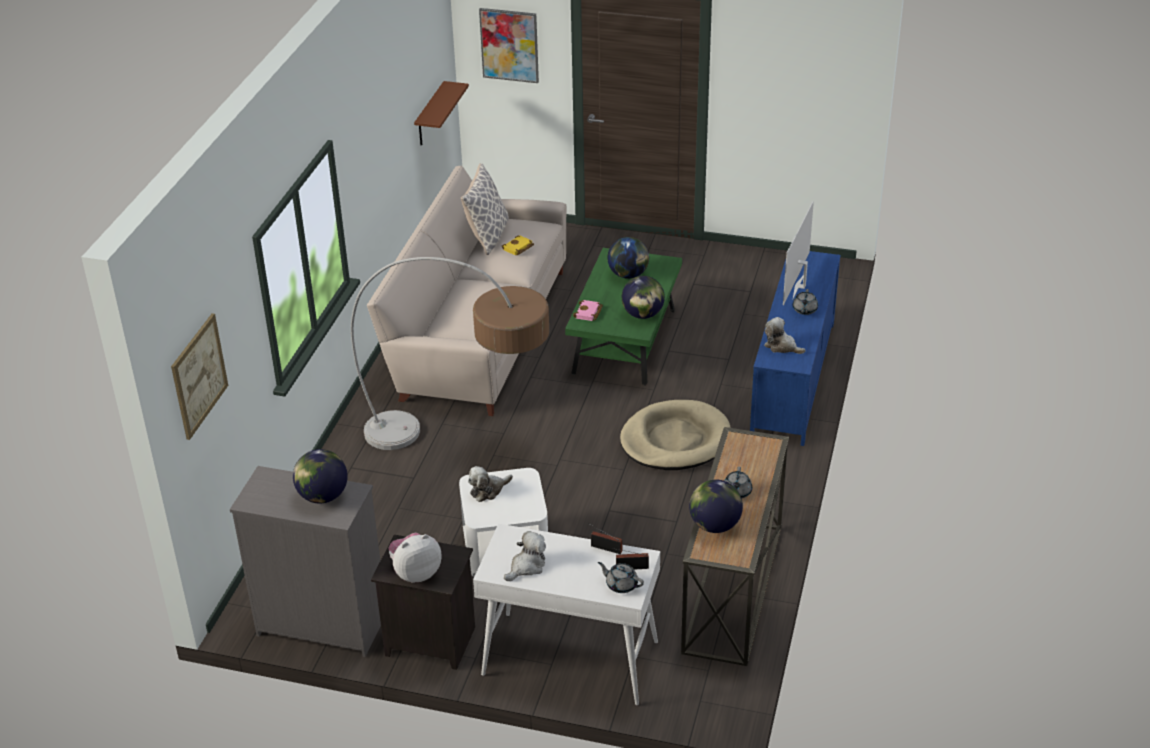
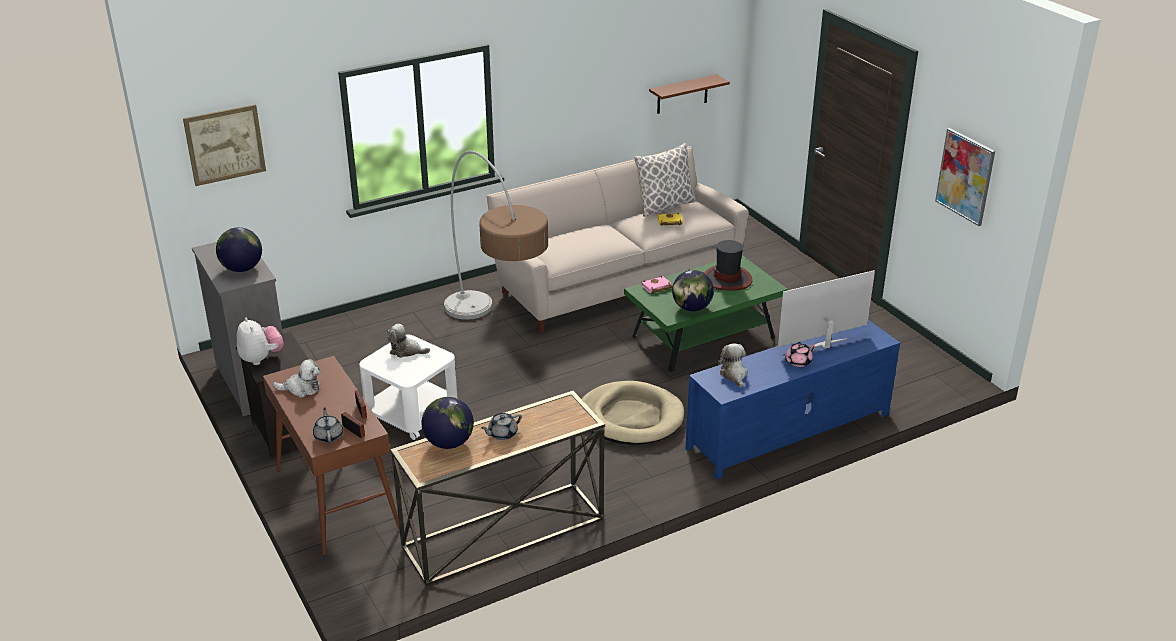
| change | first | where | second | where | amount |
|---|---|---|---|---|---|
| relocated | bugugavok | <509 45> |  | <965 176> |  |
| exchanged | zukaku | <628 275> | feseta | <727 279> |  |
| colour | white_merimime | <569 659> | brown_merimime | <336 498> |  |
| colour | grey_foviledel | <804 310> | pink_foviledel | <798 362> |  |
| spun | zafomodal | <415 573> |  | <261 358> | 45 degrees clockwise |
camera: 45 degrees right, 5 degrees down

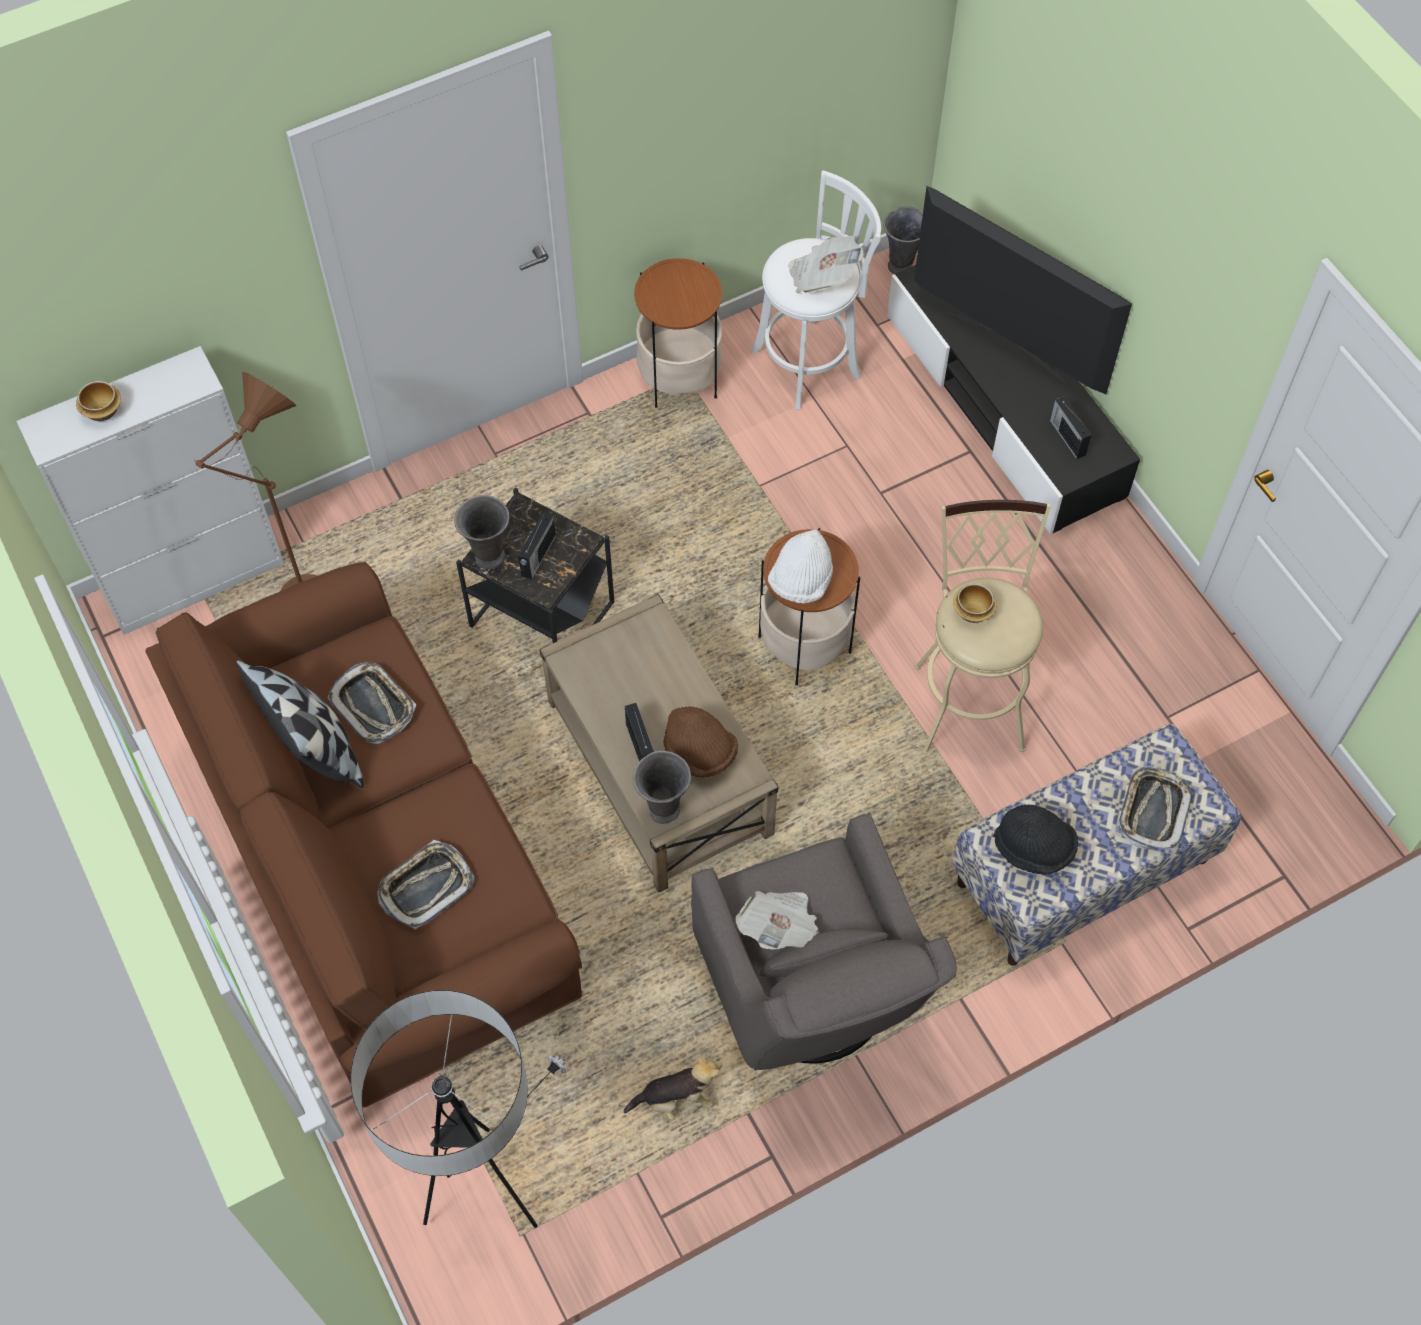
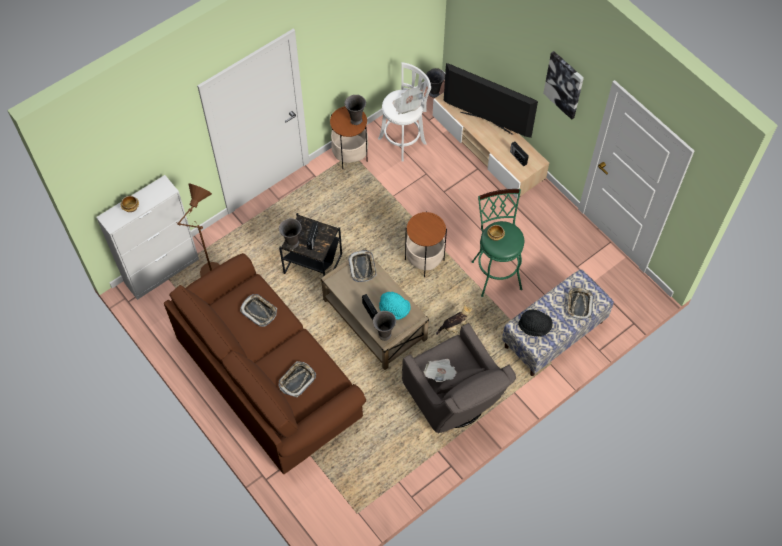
| change | first | where | second | where | amount |
|---|---|---|---|---|---|
| missing | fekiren | <315 749> |  |  |  |
| missing | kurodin | <487 1188> |  |  |  |
| missing | white_feseta | <801 581> |  |  |  |
| appeared |  |  | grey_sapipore | <355 120> |  |
| appeared |  |  | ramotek | <362 267> |  |
| appeared |  |  | bugugavok | <564 84> |  |
| relocated | zafomodal | <676 1098> |  | <455 326> |  |
| colour | brown_feseta | <699 752> | turquoise_feseta | <394 310> |  |
| colour | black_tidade | <1003 406> | beige_tidade | <488 147> |  |
| colour | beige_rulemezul | <968 697> | green_rulemezul | <495 271> |  |
camera: 10 degrees left, 0 degrees up

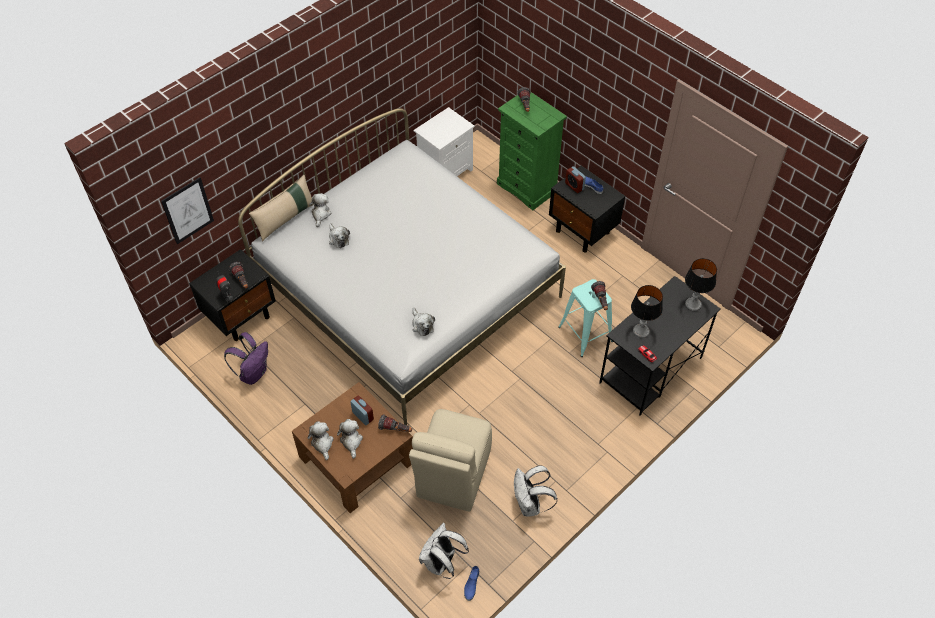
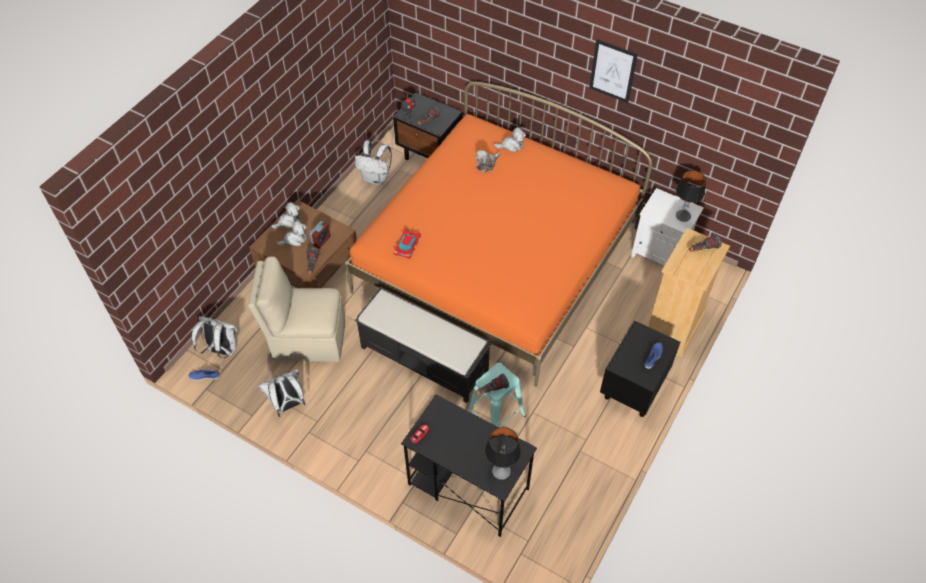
| change | first | where | second | where | amount |
|---|---|---|---|---|---|
| missing | beige_fekiren | <285 219> |  |  |  |
| missing | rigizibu | <574 186> |  |  |  |
| appeared |  |  | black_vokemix | <425 359> |  |
| relocated | bugugavok | <187 210> |  | <613 71> |  |
| relocated | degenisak | <641 331> |  | <683 216> |  |
| exchanged | zafomodal | <422 325> | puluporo | <407 246> |  |
| colour | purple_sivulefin | <253 373> | white_sivulefin | <376 178> |  |
| colour | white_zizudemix | <408 291> | orange_zizudemix | <497 259> |  |
| colour | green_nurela | <527 187> | beige_nurela | <673 328> |  |
camera: 75 degrees right, 0 degrees up

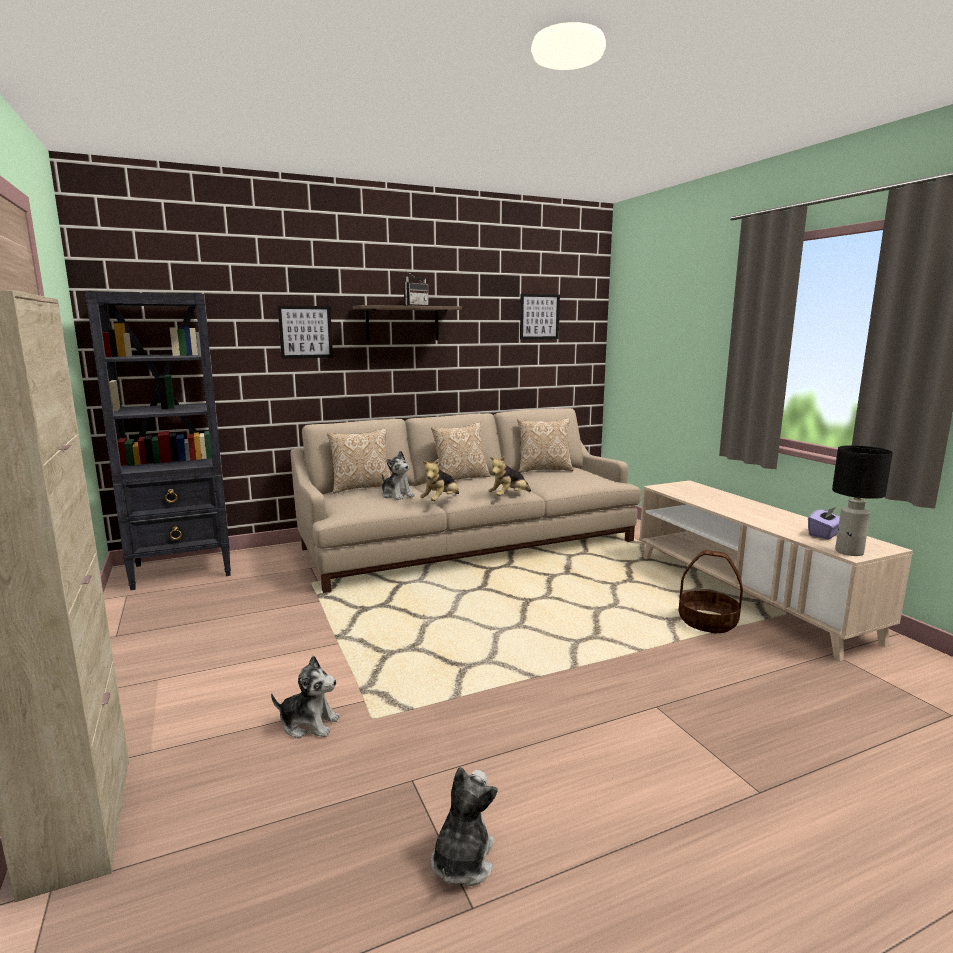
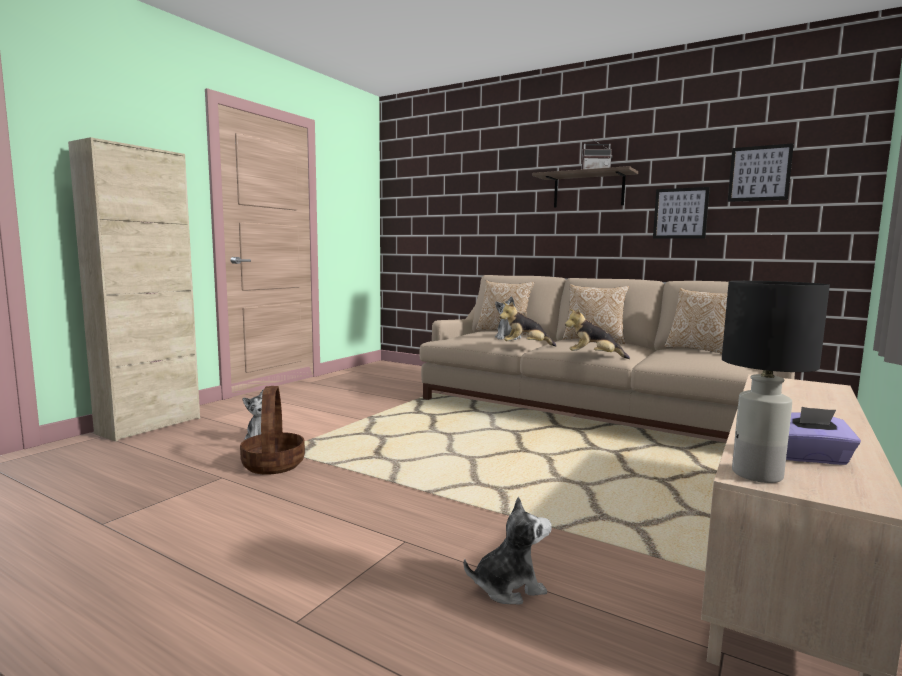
| change | first | where | second | where | amount |
|---|---|---|---|---|---|
| missing | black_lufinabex | <183 570> |  |  |  |
| relocated | bugugavok | <305 332> |  | <680 213> |  |
| relocated | zafomodal | <462 861> |  | <508 587> |  |
| relocated | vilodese | <708 622> |  | <274 464> |  |
camera: 55 degrees right, 5 degrees down

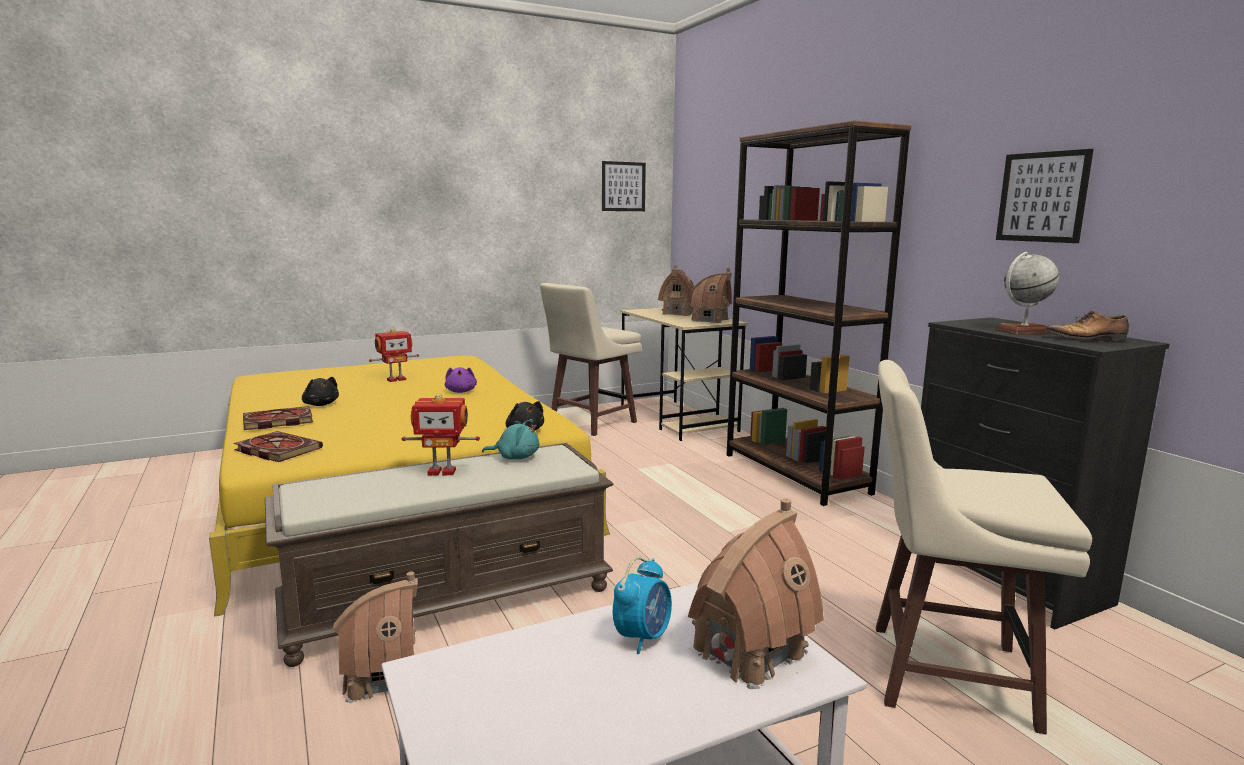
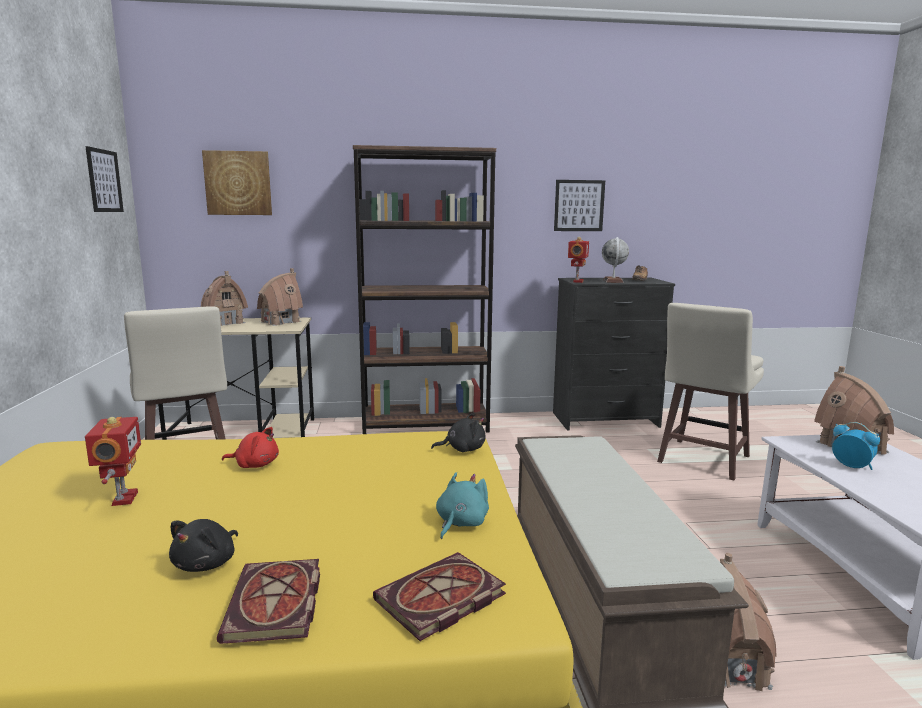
| change | first | where | second | where | amount |
|---|---|---|---|---|---|
| appeared |  |  | bugugavok | <238 183> |  |
| relocated | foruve | <442 471> |  | <577 281> |  |
| relocated | turquoise_zafomodal | <515 457> |  | <460 523> |  |
| colour | purple_zafomodal | <461 391> | red_zafomodal | <255 465> |  |
| spun | black_zafomodal | <321 404> |  | <207 563> | 135 degrees clockwise |
camera: 70 degrees left, 0 degrees up

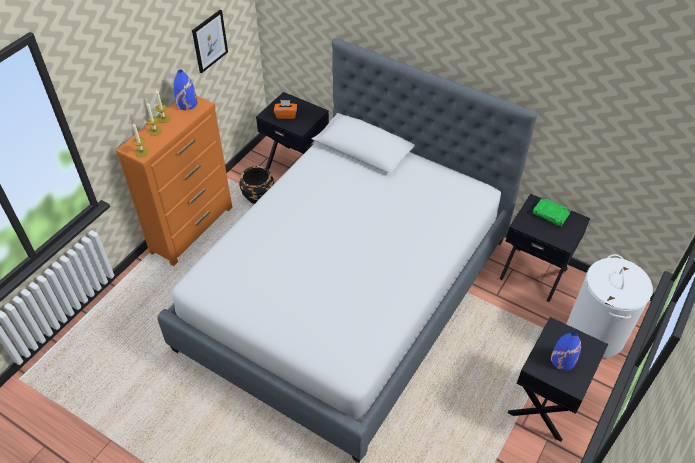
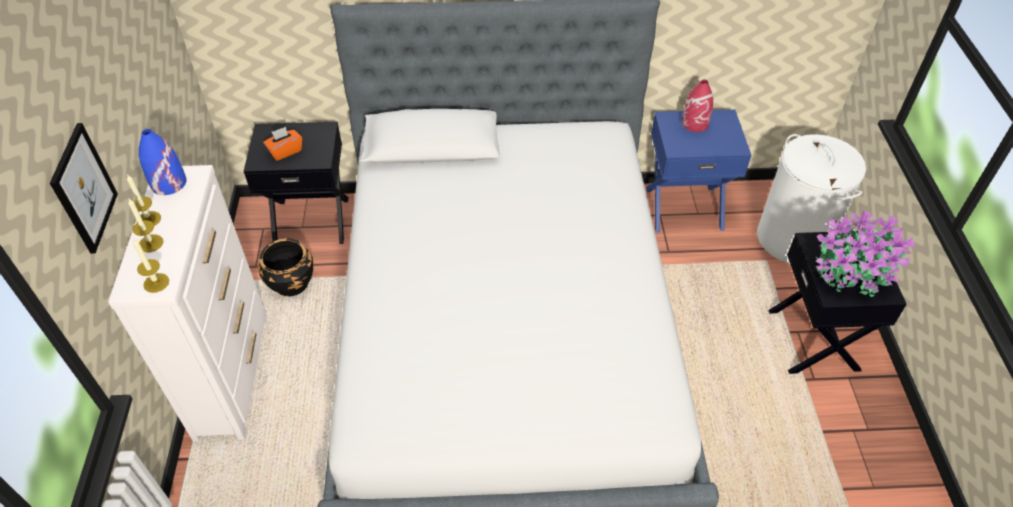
| change | first | where | second | where | amount |
|---|---|---|---|---|---|
| relocated | bugugavok | <209 41> |  | <83 189> |  |
| exchanged | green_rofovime | <551 214> | red_sapipore | <695 123> |  |
| exchanged | blue_sapipore | <563 359> | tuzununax | <850 271> |  |
| colour | orange_nurela | <193 229> | white_nurela | <232 374> |  |
| colour | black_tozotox | <534 273> | blue_tozotox | <683 207> |  |
camera: 35 degrees left, 0 degrees up

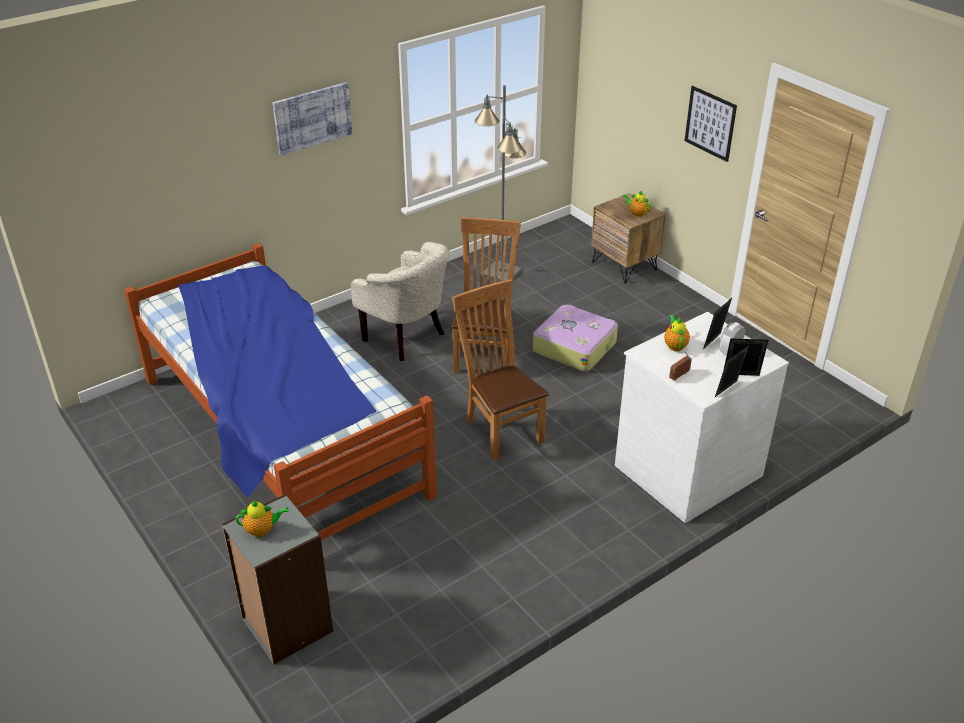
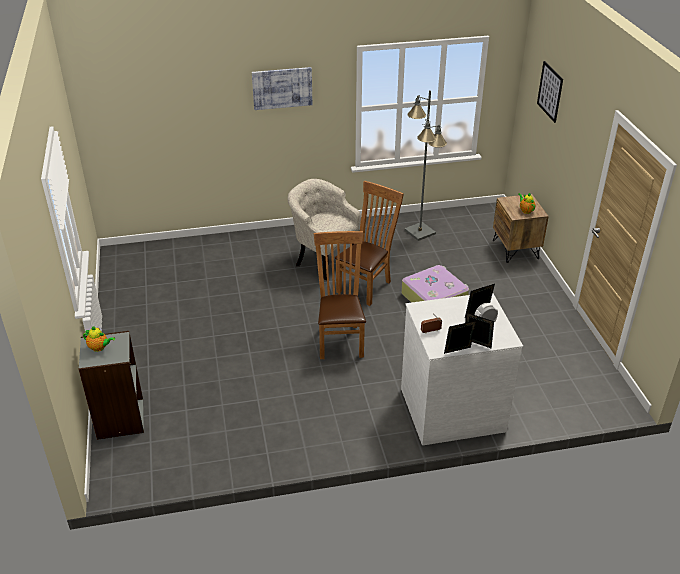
| change | first | where | second | where | amount |
|---|---|---|---|---|---|
| missing | zizudemix | <280 436> |  |  |  |
| missing | foviledel | <675 345> |  |  |  |
| relocated | bugugavok | <710 123> |  | <550 91> |  |
| spun | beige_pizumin | <407 338> |  | <322 260> | 150 degrees clockwise |
camera: 25 degrees right, 0 degrees up

